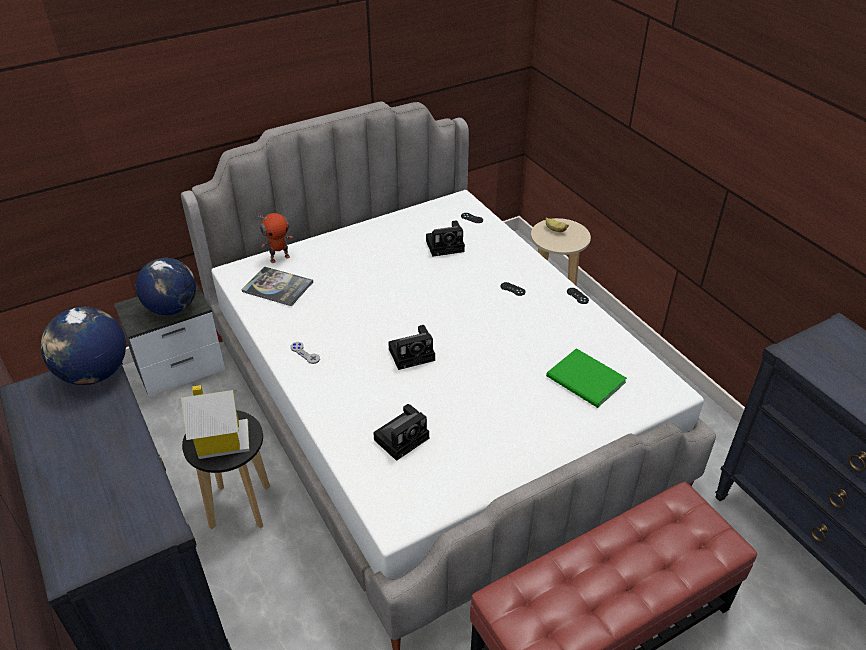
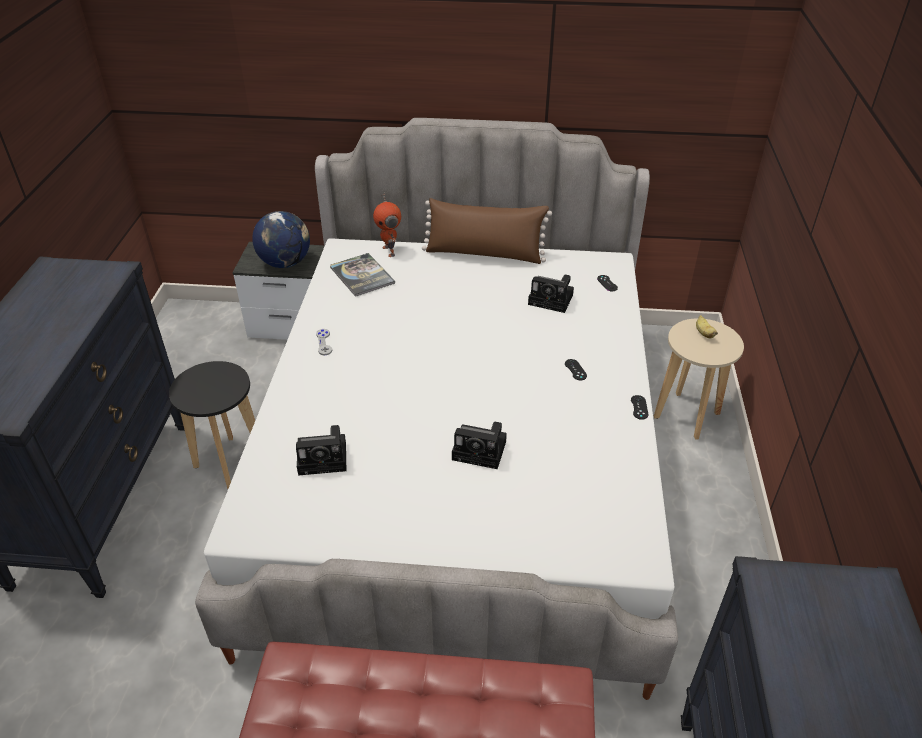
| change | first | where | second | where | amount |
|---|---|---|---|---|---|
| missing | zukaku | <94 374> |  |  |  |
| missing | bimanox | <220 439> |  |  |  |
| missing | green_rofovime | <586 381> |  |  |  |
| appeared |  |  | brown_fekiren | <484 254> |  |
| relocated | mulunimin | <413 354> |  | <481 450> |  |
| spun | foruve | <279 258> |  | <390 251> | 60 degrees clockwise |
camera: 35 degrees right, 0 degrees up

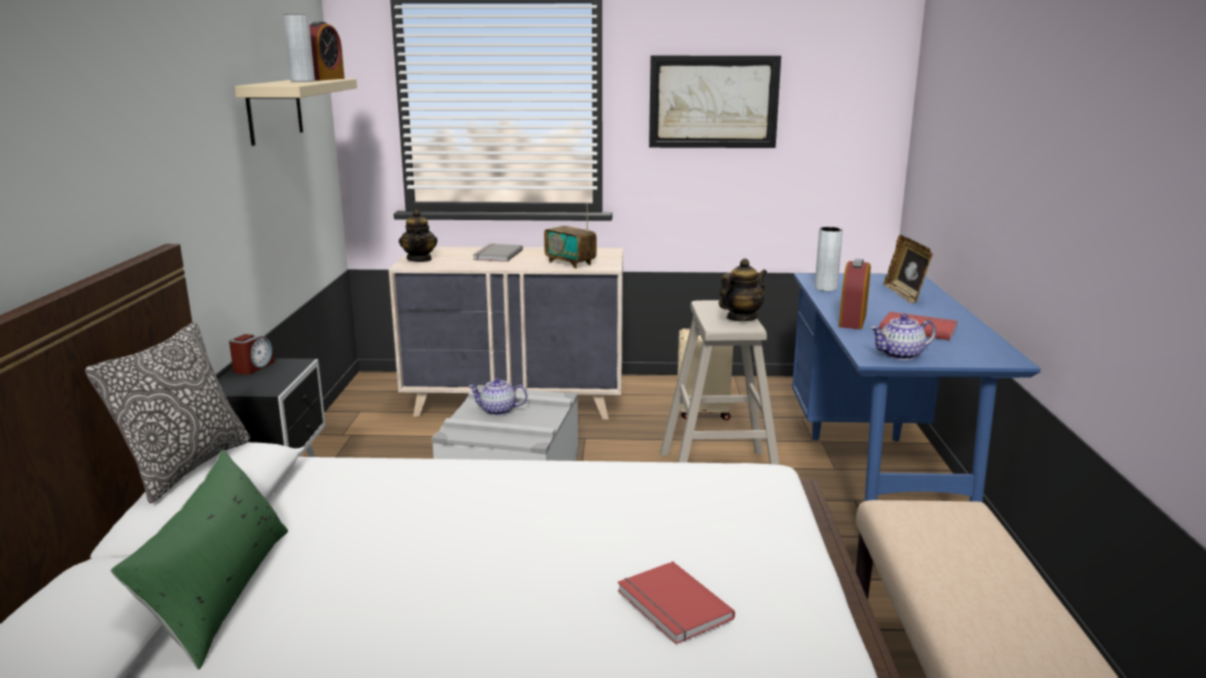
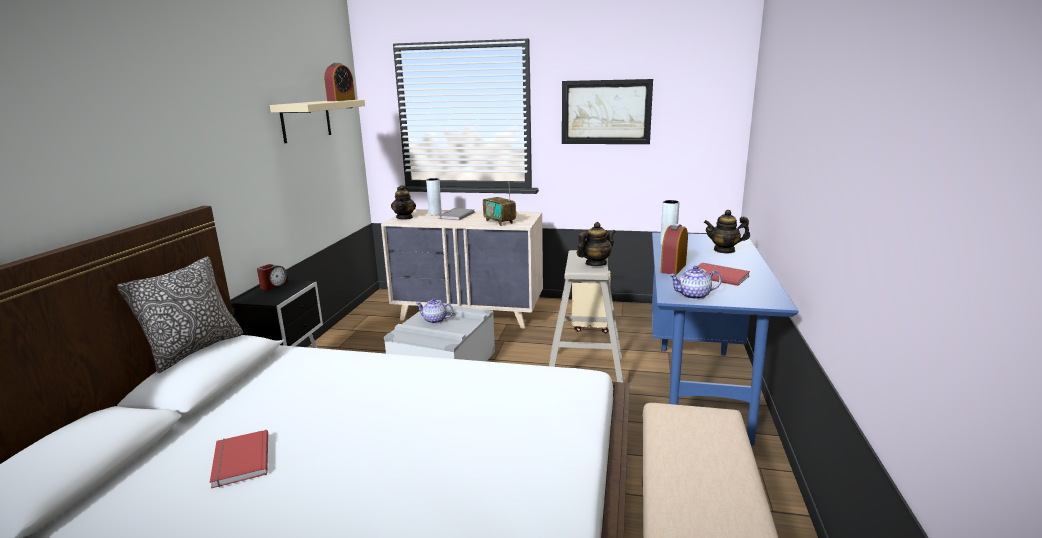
| change | first | where | second | where | amount |
|---|---|---|---|---|---|
| missing | green_fekiren | <219 592> |  |  |  |
| relocated | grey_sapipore | <302 81> |  | <435 213> |  |
| relocated | red_rofovime | <671 606> |  | <239 461> |  |
| exchanged | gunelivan | <905 295> | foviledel | <724 250> |  |
camera: 10 degrees right, 0 degrees up

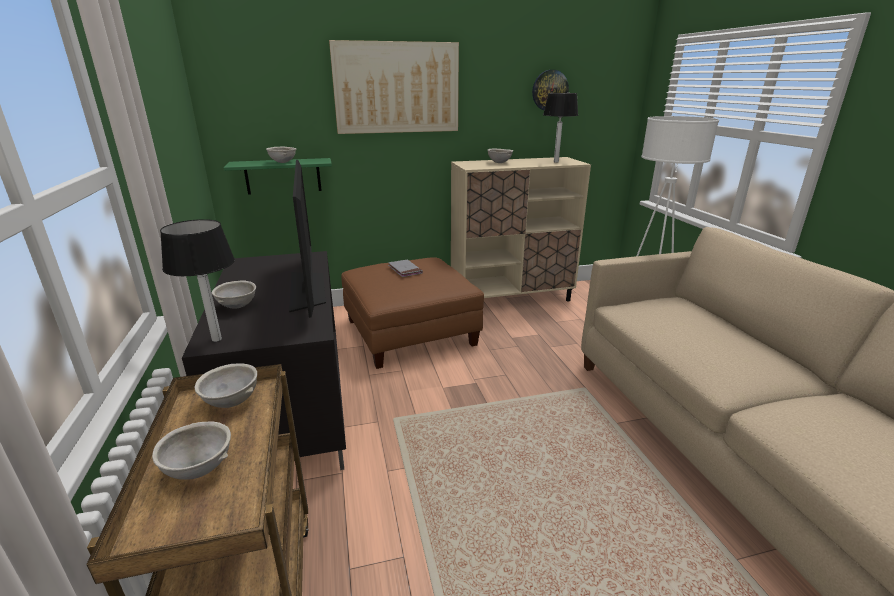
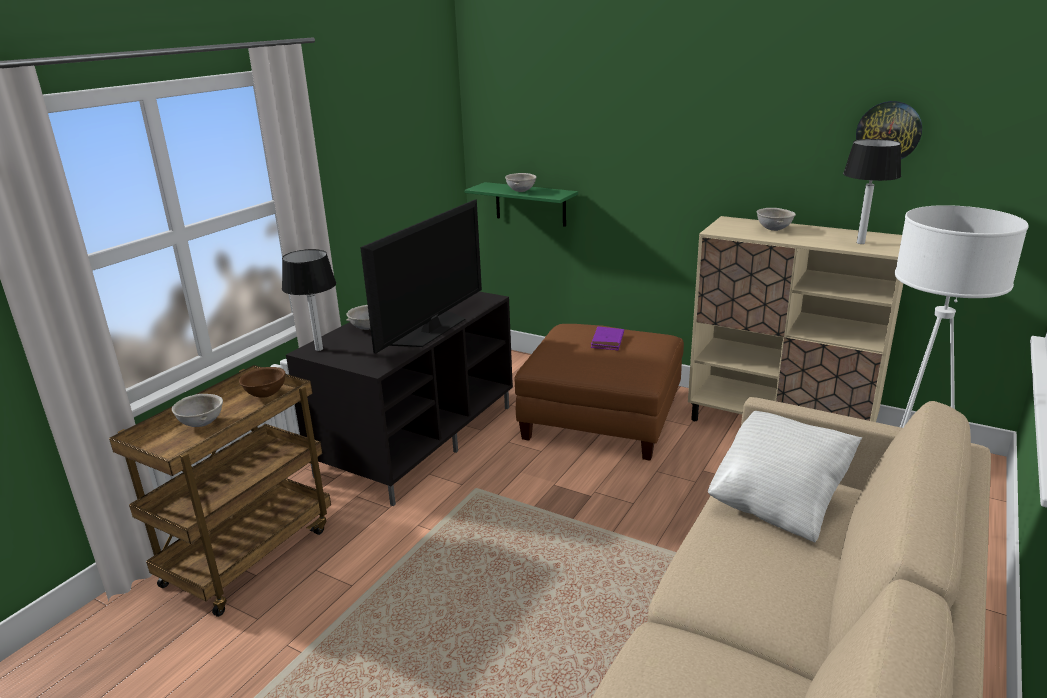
| change | first | where | second | where | amount |
|---|---|---|---|---|---|
| missing | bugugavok | <397 88> |  |  |  |
| appeared |  |  | white_fekiren | <777 504> |  |
| colour | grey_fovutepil | <231 402> | brown_fovutepil | <265 395> |  |
| colour | grey_rofovime | <405 270> | purple_rofovime | <607 341> |  |
camera: 45 degrees right, 0 degrees up

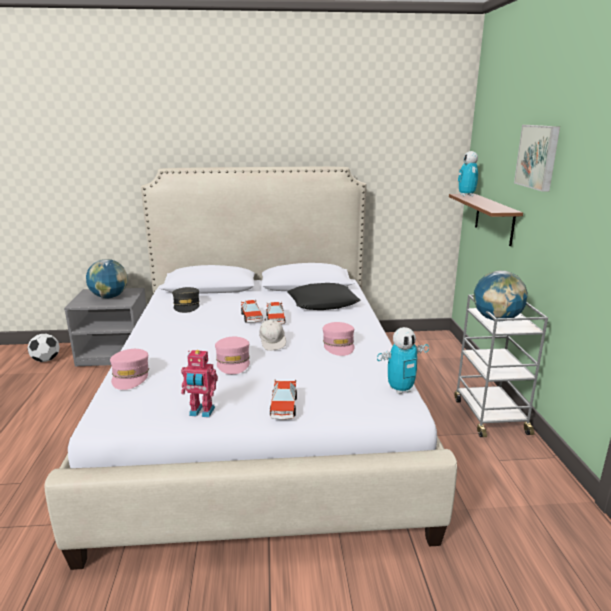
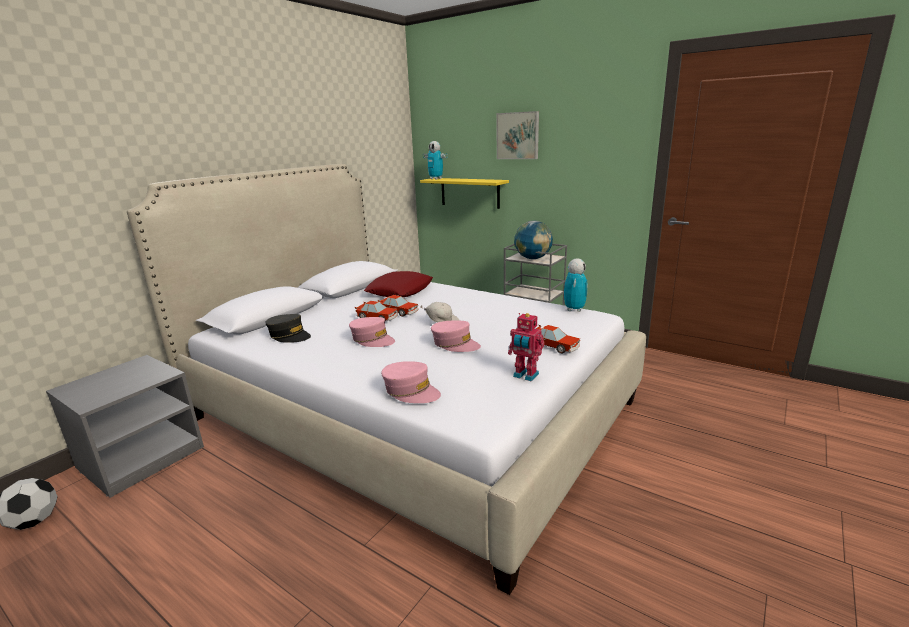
| change | first | where | second | where | amount |
|---|---|---|---|---|---|
| missing | zukaku | <109 297> |  |  |  |
| relocated | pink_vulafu | <339 345> |  | <372 339> |  |
| colour | black_fekiren | <323 303> | red_fekiren | <400 291> |  |
| colour | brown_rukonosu | <494 219> | yellow_rukonosu | <469 192> |  |
| spun | foruve | <201 412> |  | <525 376> | 75 degrees clockwise |
camera: 50 degrees left, 0 degrees up

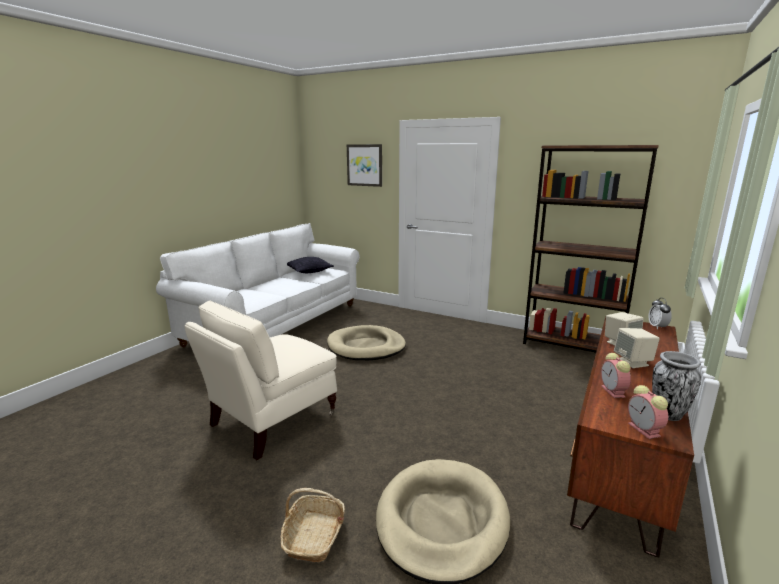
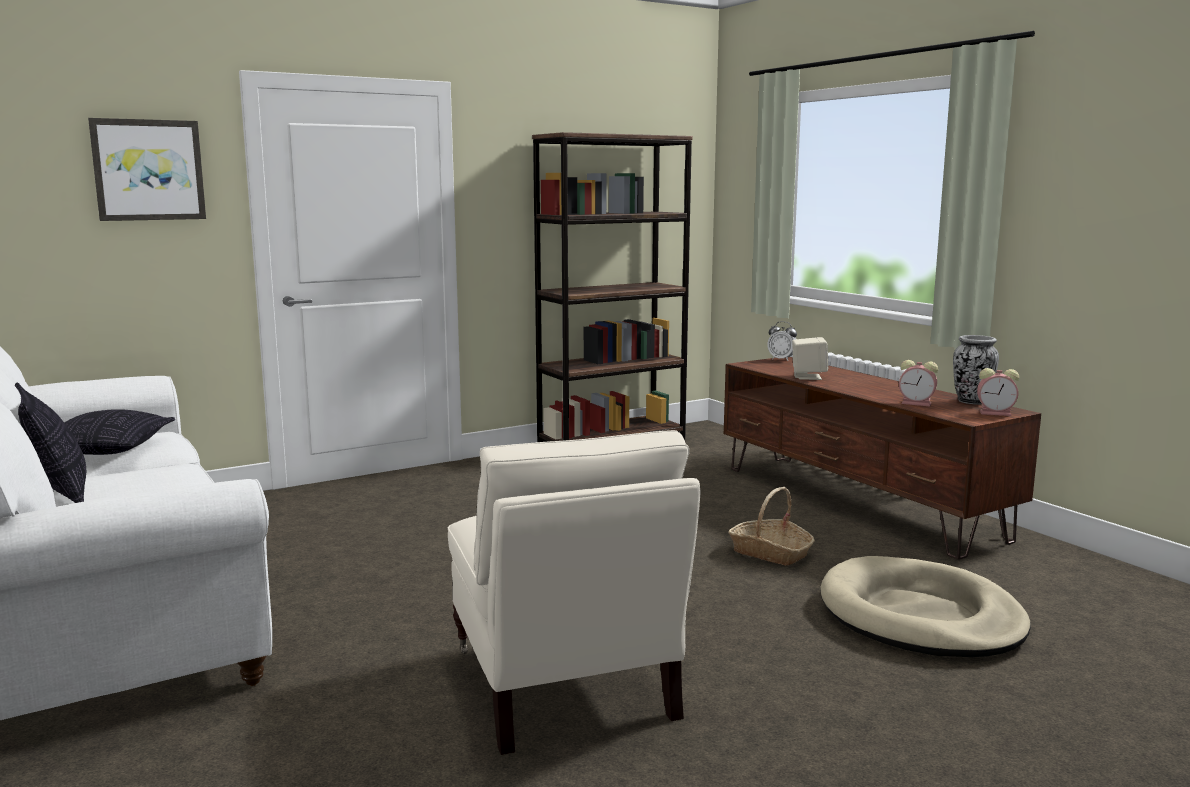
| change | first | where | second | where | amount |
|---|---|---|---|---|---|
| missing | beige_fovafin | <366 347> |  |  |  |
| missing | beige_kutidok | <633 362> |  |  |  |
| appeared |  |  | fekiren | <58 497> |  |
| relocated | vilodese | <314 536> |  | <770 553> |  |
camera: 60 degrees left, 5 degrees down

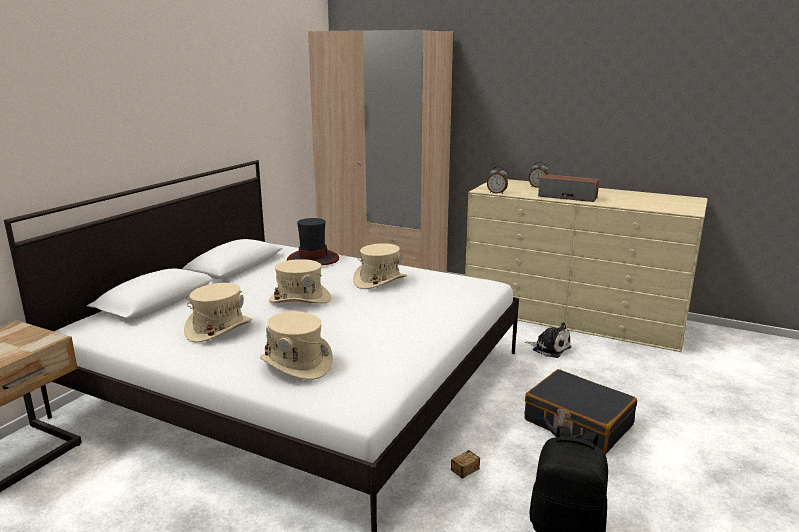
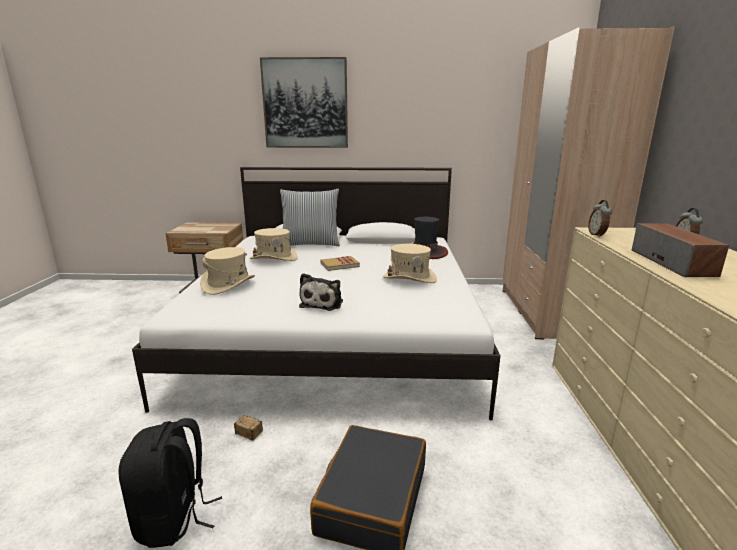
| change | first | where | second | where | amount |
|---|---|---|---|---|---|
| appeared |  |  | bugugavok | <305 104> |  |
| appeared |  |  | fekiren | <310 244> |  |
| relocated | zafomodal | <549 348> |  | <323 303> |  |
| exchanged | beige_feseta | <300 299> | rofovime | <339 265> |  |
camera: 65 degrees right, 0 degrees up

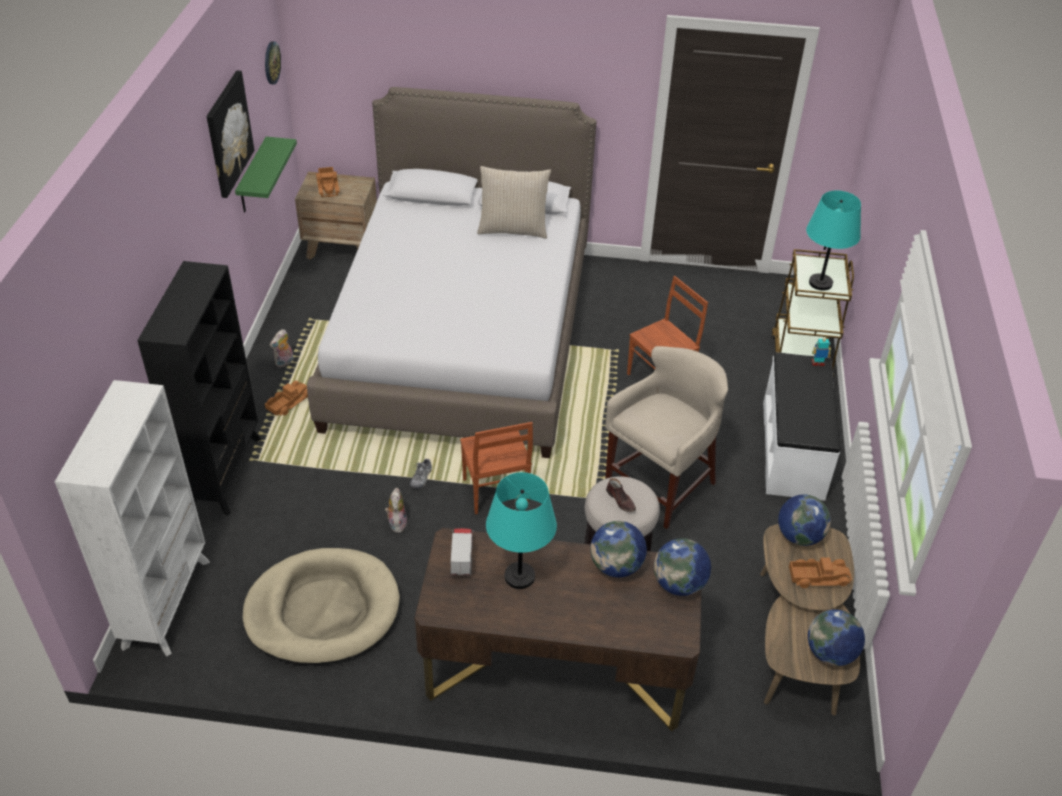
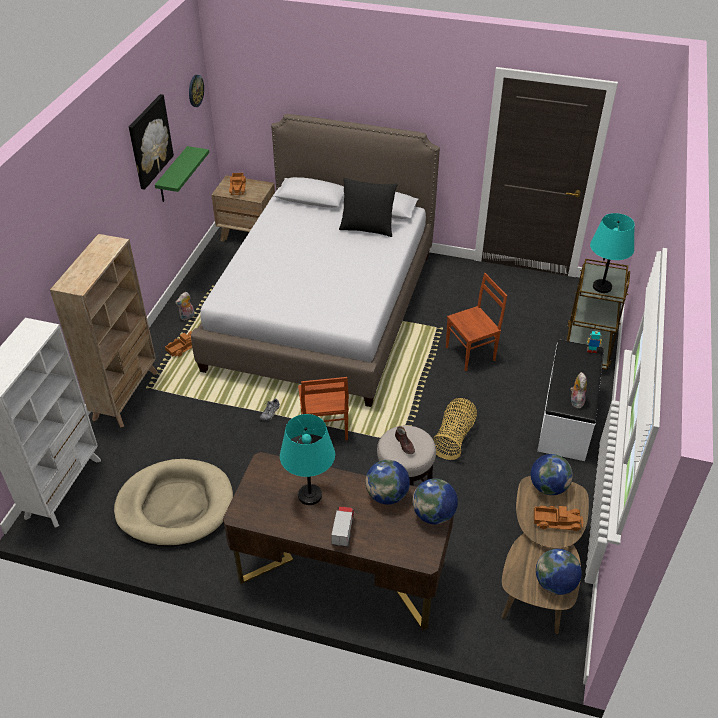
| change | first | where | second | where | amount |
|---|---|---|---|---|---|
| relocated | zafomodal | <396 523> |  | <575 401> |  |
| relocated | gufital | <462 559> |  | <343 532> |  |
| exchanged | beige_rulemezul | <660 487> | vilodese | <453 437> |  |
| colour | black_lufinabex | <225 472> | beige_lufinabex | <126 395> |  |
| colour | beige_fekiren | <513 229> | black_fekiren | <367 228> |  |
camera: 10 degrees right, 0 degrees up

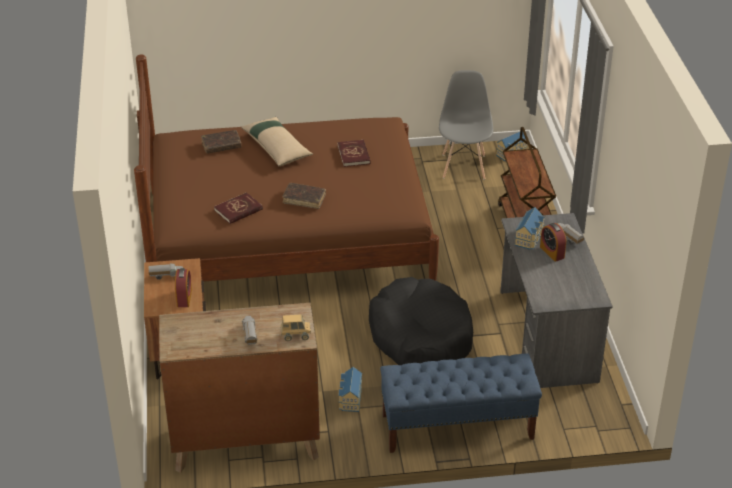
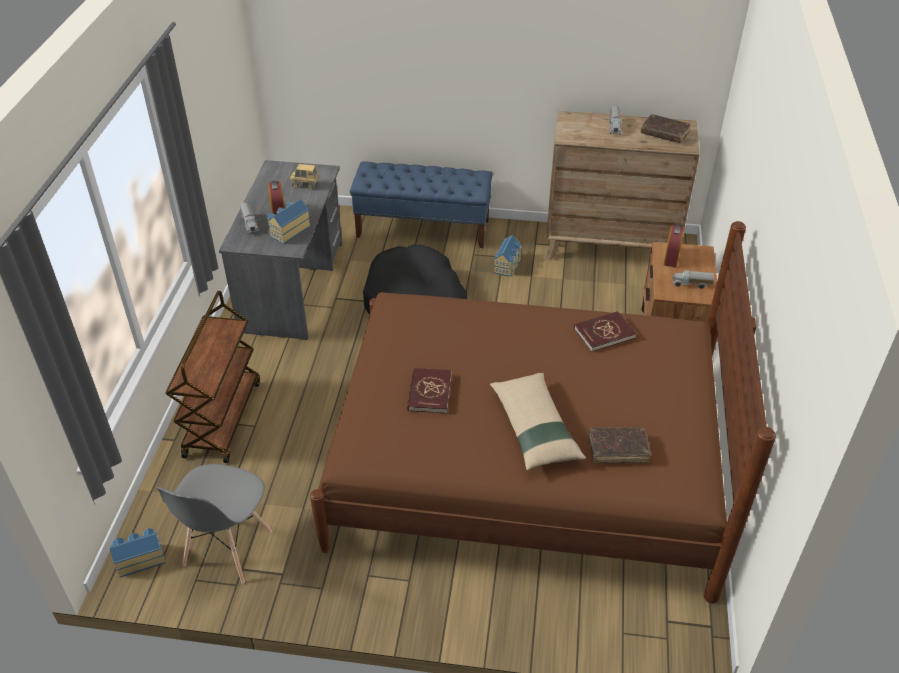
| change | first | where | second | where | amount |
|---|---|---|---|---|---|
| relocated | gufital | <296 335> |  | <305 185> |  |
| relocated | brown_rofovime | <304 199> |  | <664 133> |  |
camera: 165 degrees left, 5 degrees up

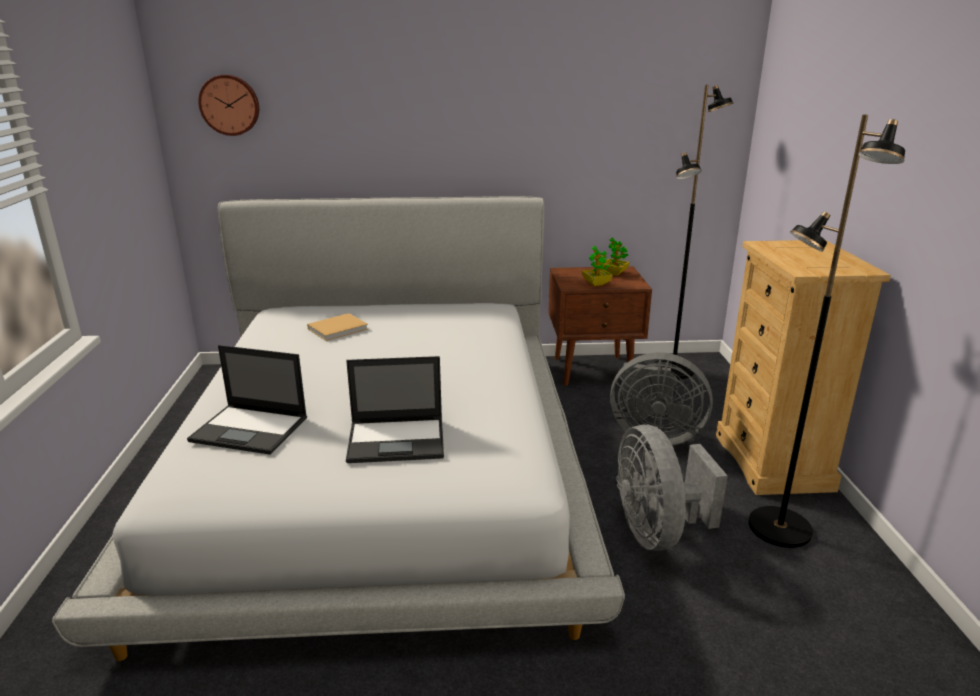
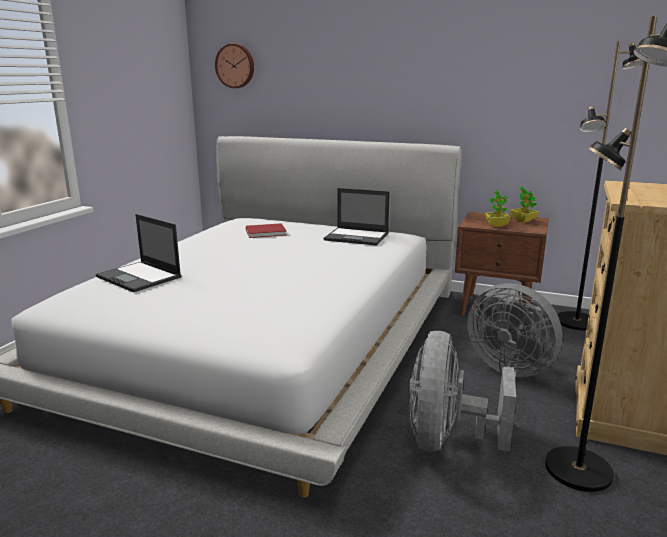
| change | first | where | second | where | amount |
|---|---|---|---|---|---|
| relocated | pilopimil | <398 440> |  | <357 237> |  |
| colour | beige_rofovime | <339 328> | red_rofovime | <267 232> |  |
camera: 25 degrees right, 5 degrees down

